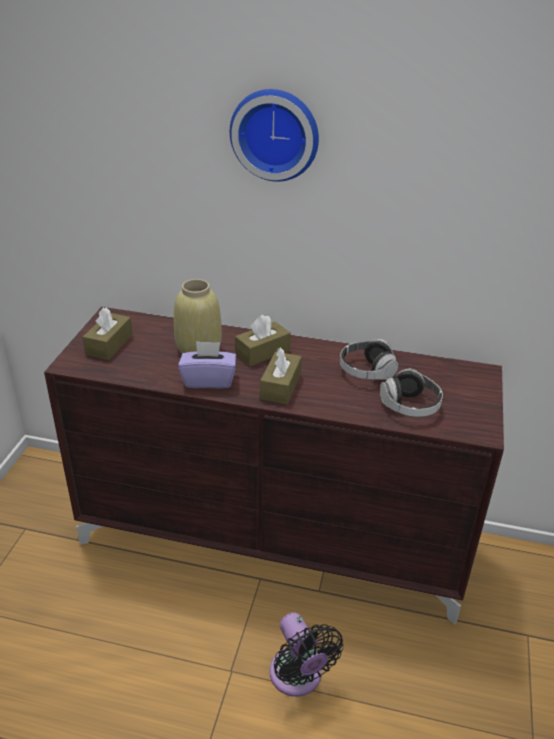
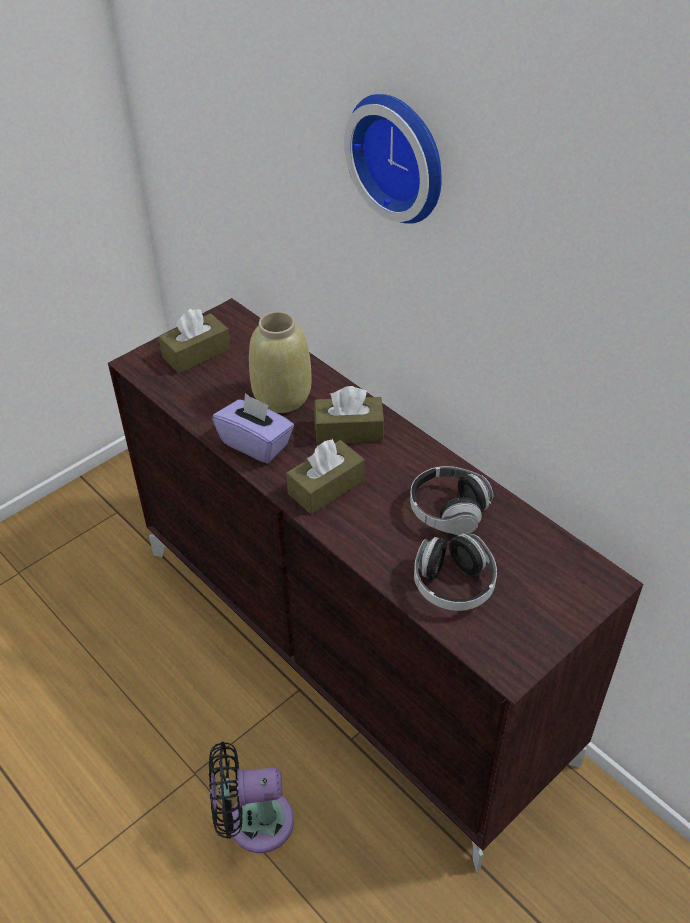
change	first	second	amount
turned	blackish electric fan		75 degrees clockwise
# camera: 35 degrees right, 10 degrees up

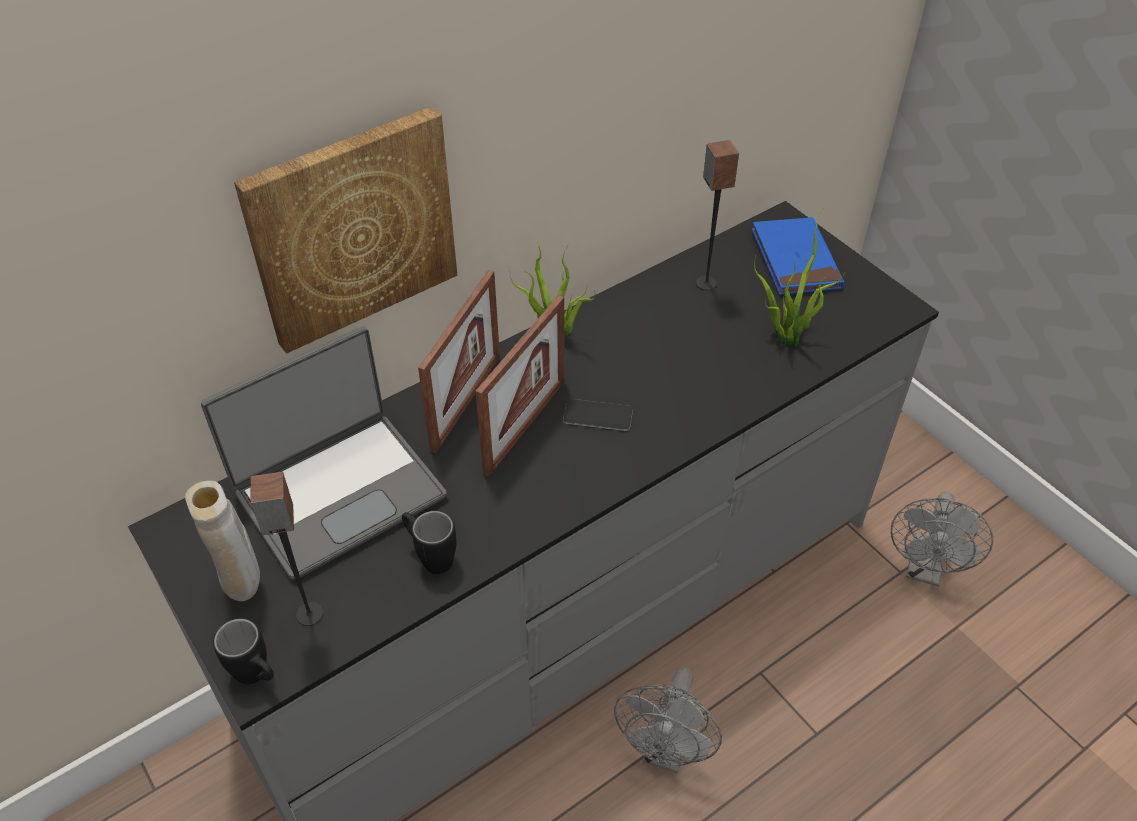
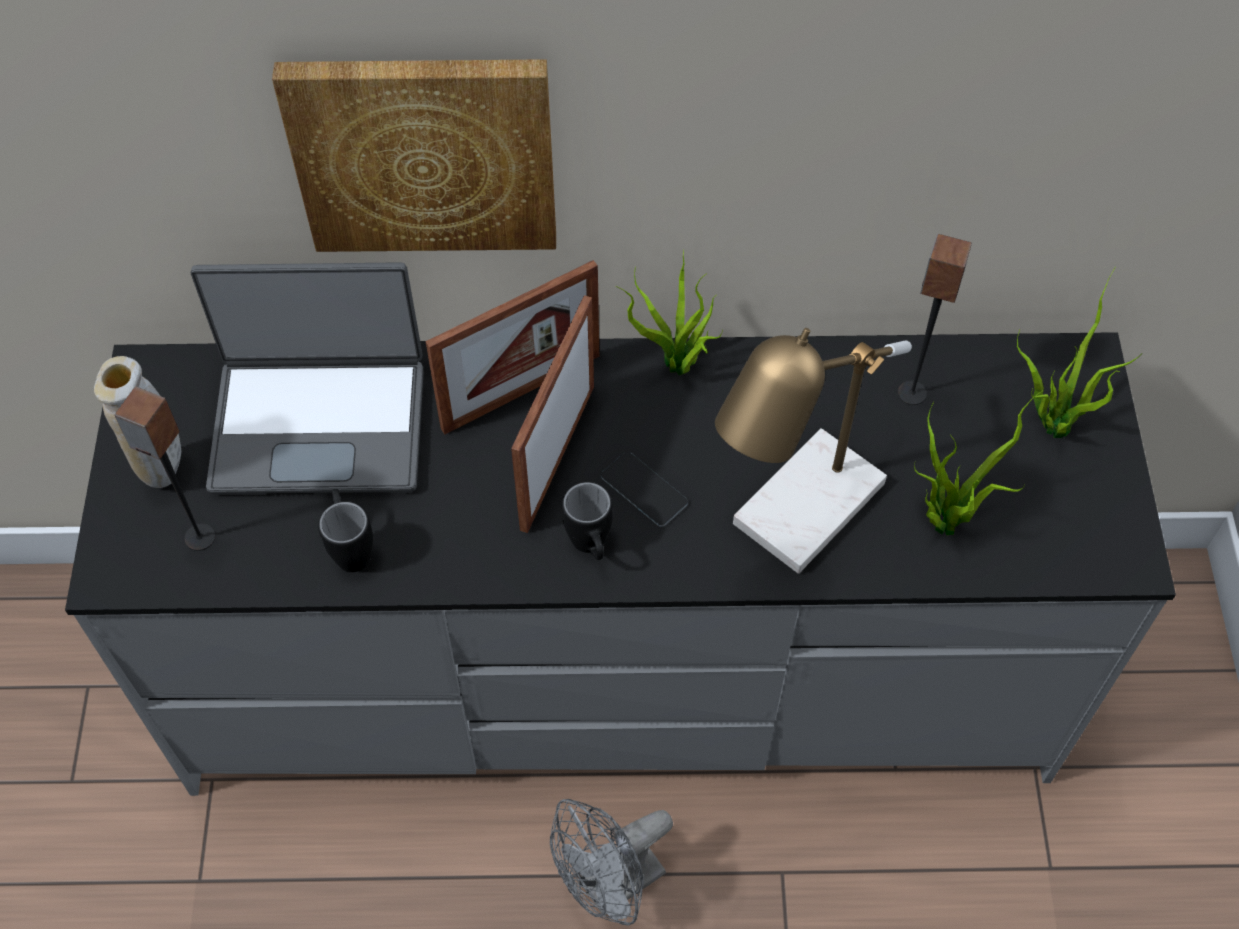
change	first	second	amount
moved	blackish tea mug (1st from left in the first image)	blackish tea mug (2nd from left)	
turned	standing frame (2nd from left)		135 degrees clockwise
replaced	bluish book	houseplant (3rd from left)	
removed	gray electric fan (2nd from left)		
added		lamp for a table	
# camera: 35 degrees right, 10 degrees up

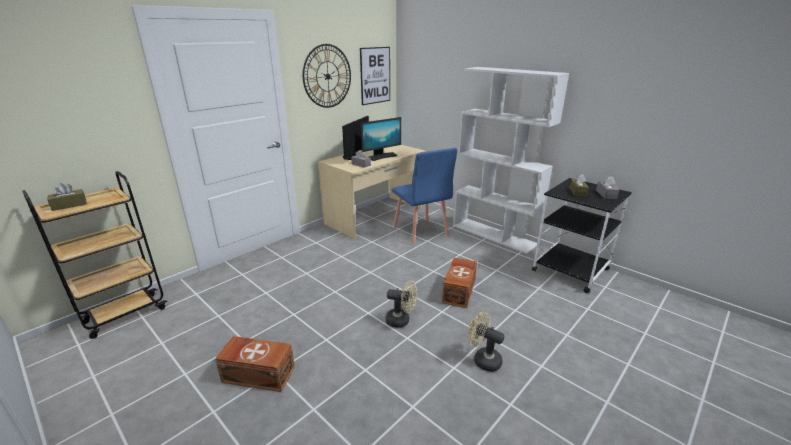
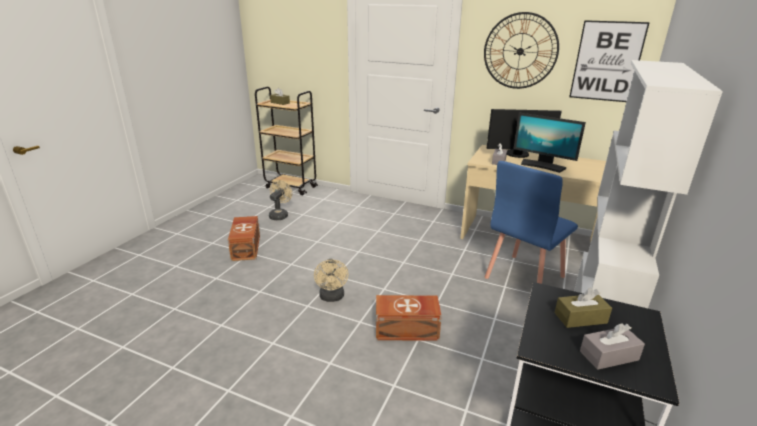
change	first	second	amount
moved	beige electric fan (2nd from left in the first image)	beige electric fan (1st from left)	
# camera: 70 degrees right, 0 degrees up

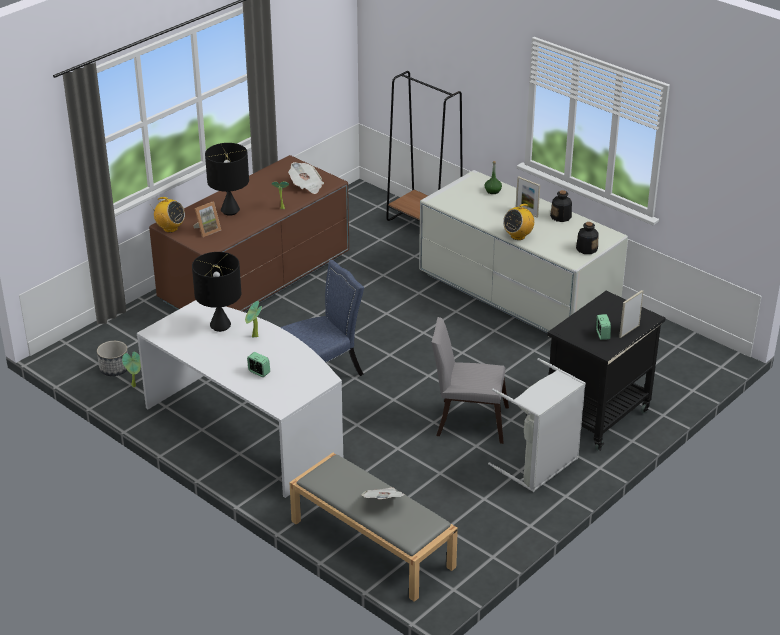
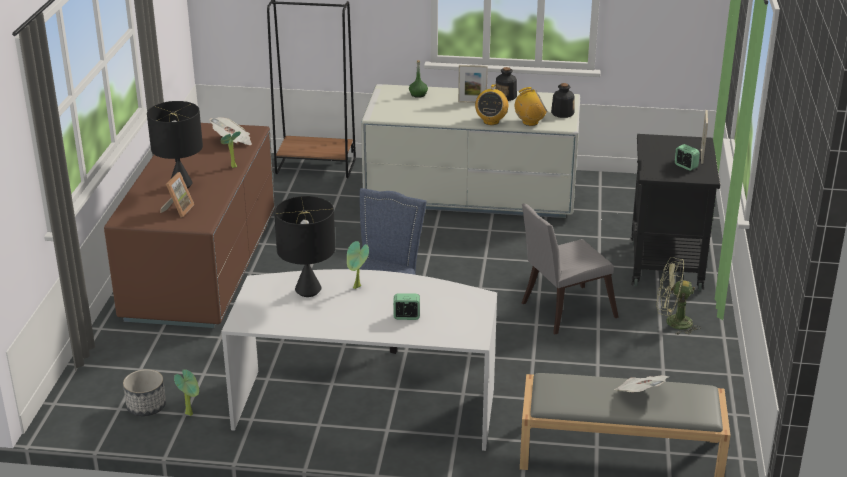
change	first	second	amount
moved	radio receiver (1st from left in the first image)	radio receiver (2nd from left)	
replaced	gray washing basket	green electric fan	
# camera: 35 degrees left, 5 degrees down

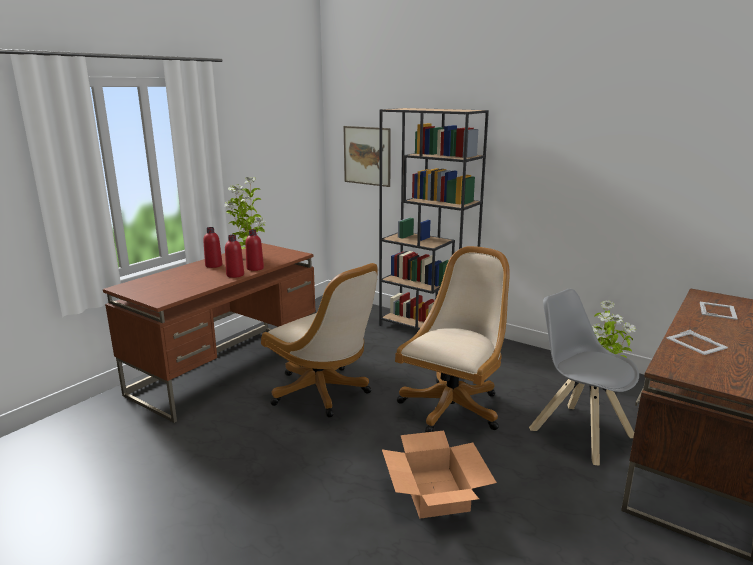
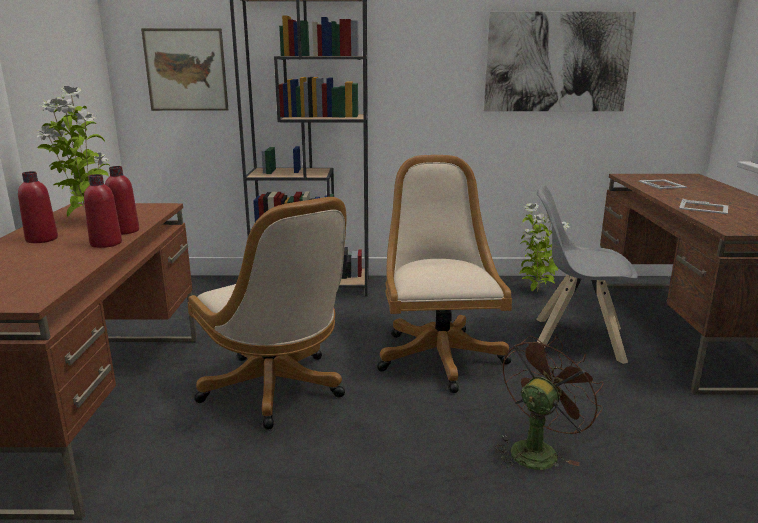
change	first	second	amount
turned	office chair (1st from left)		45 degrees clockwise
replaced	carton	brown electric fan	
added		picture (2nd from left)	
# camera: 35 degrees left, 0 degrees up

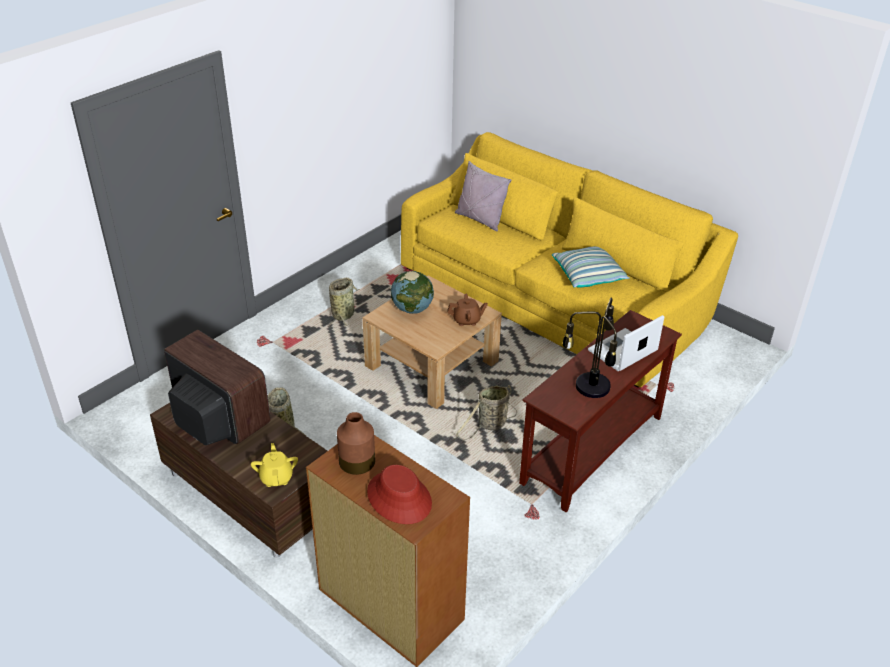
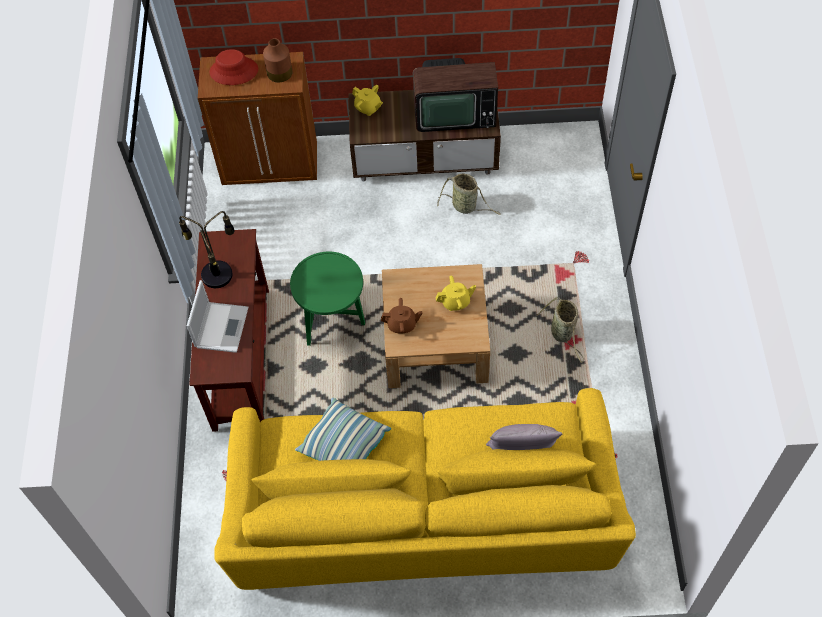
change	first	second	amount
replaced	desk globe	yellow-coloured teapot (2nd from left)	
turned	brown teapot		135 degrees counterclockwise
replaced	household basket (3rd from left)	green end table	
# camera: 140 degrees right, 20 degrees up

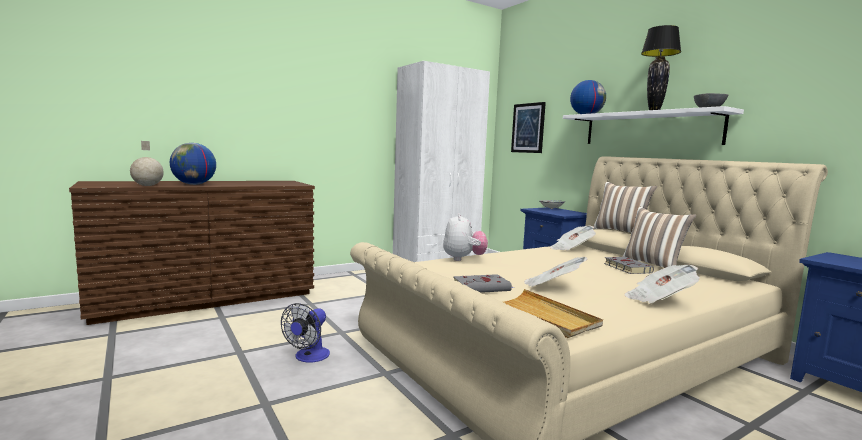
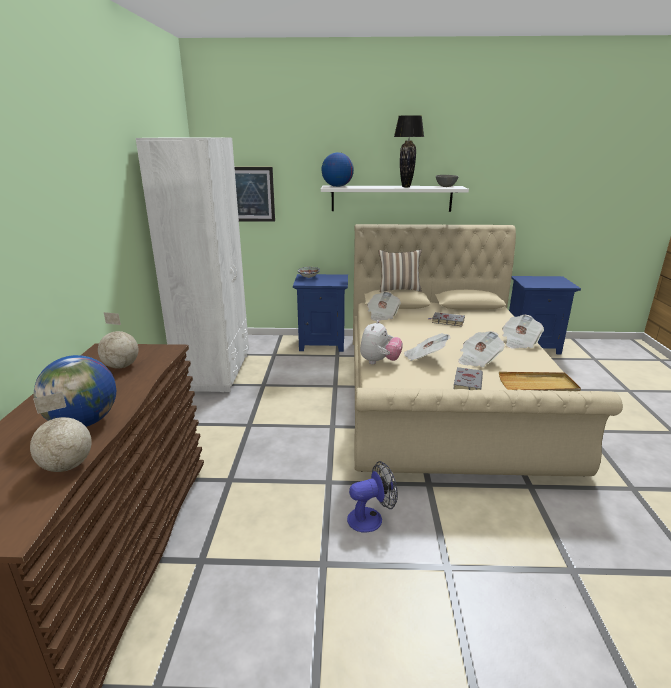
change	first	second	amount
turned	electric fan		75 degrees counterclockwise
turned	plush toy		75 degrees clockwise
removed	cushion (2nd from left)		
added		desk globe (3rd from left)	
added		daily paper (2nd from left)	
# camera: 55 degrees left, 15 degrees up

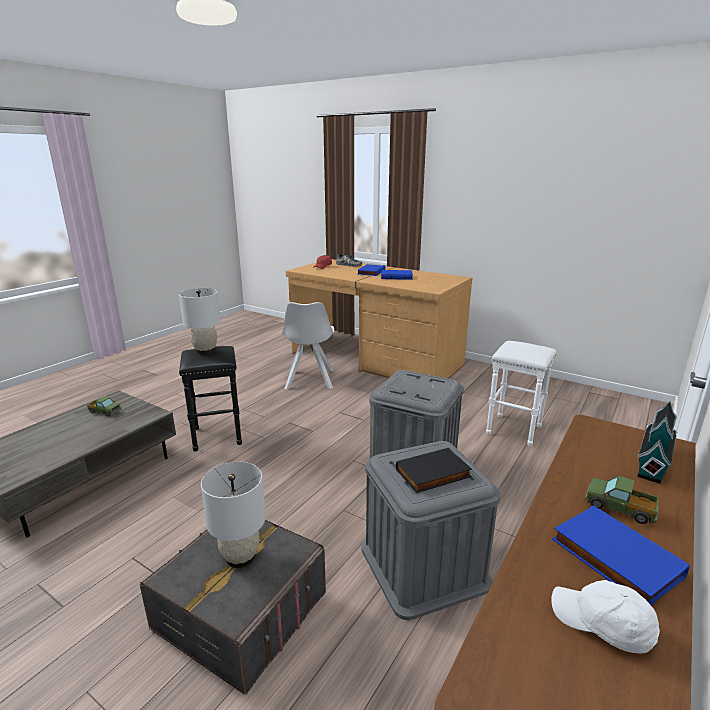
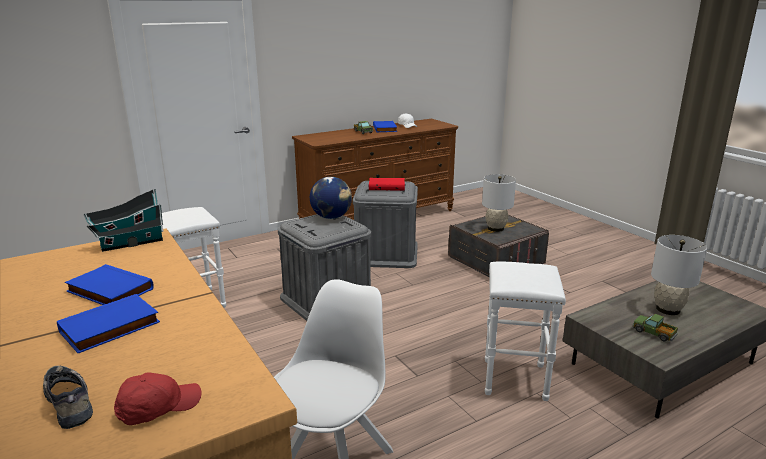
change	first	second	amount
moved	white-coloured lamp for a table (1st from left in the first image)	white-coloured lamp for a table (2nd from left)	
recoloured	blackish sitting stool	white-coloured sitting stool (2nd from left)	
recoloured	blackish book	reddish book	
moved	toy house		
added		desk globe	
# camera: 155 degrees left, 0 degrees up

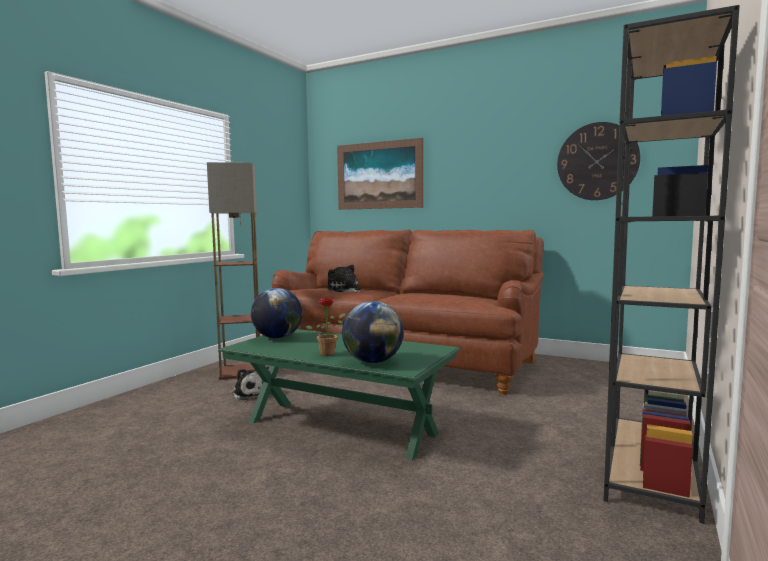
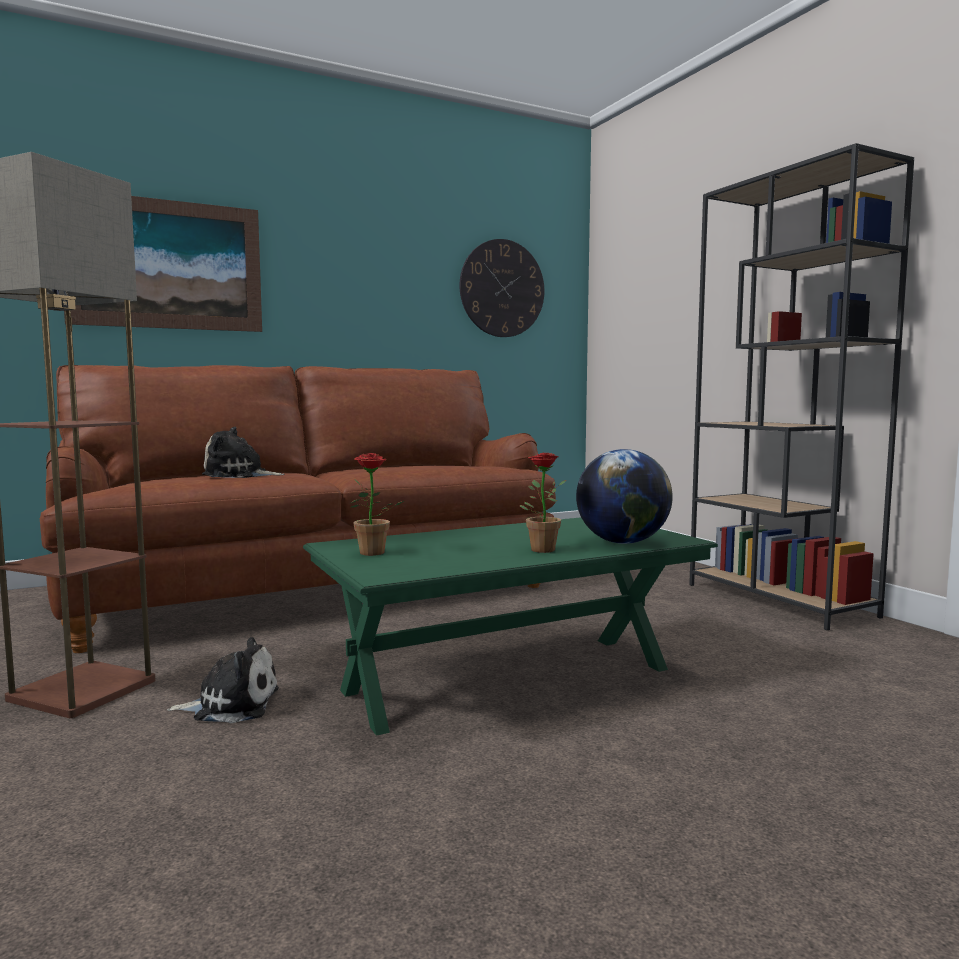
change	first	second	amount
replaced	desk globe (1st from left)	houseplant (1st from left)	
# camera: 55 degrees left, 0 degrees up

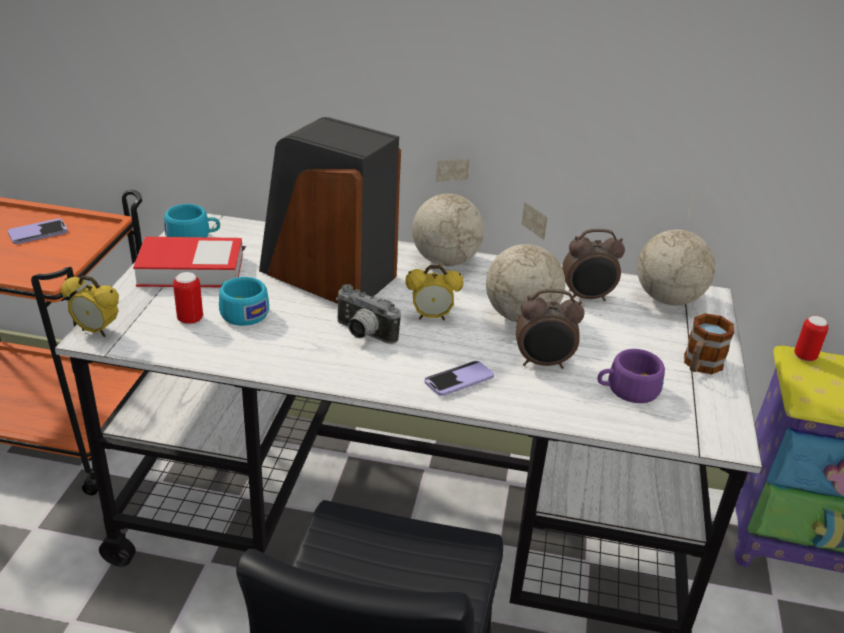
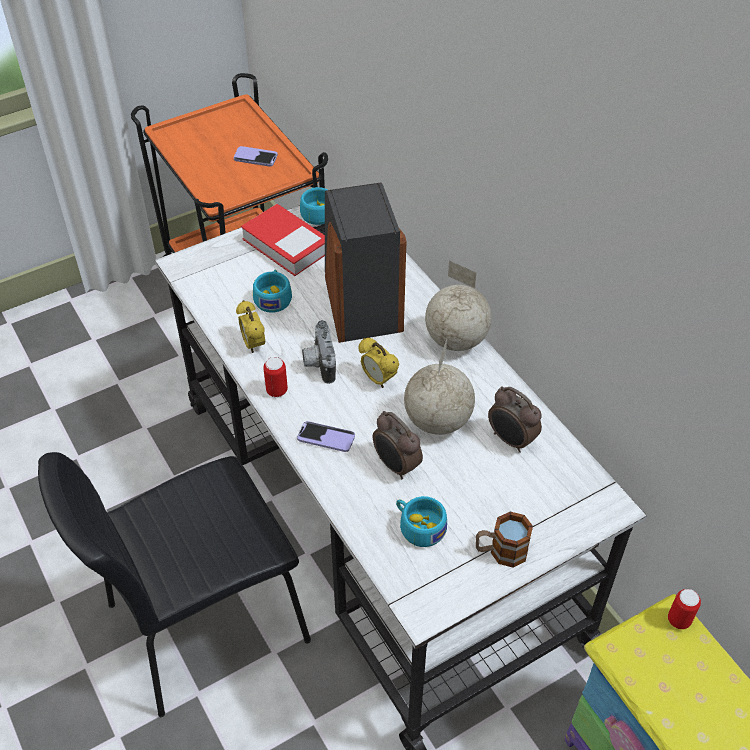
change	first	second	amount
moved	bedside clock (1st from left)		
moved	metal can (1st from left)		
recoloured	purplish cup	blue-green cup (3rd from left)	
removed	desk globe (3rd from left)		
# camera: 50 degrees right, 15 degrees up

